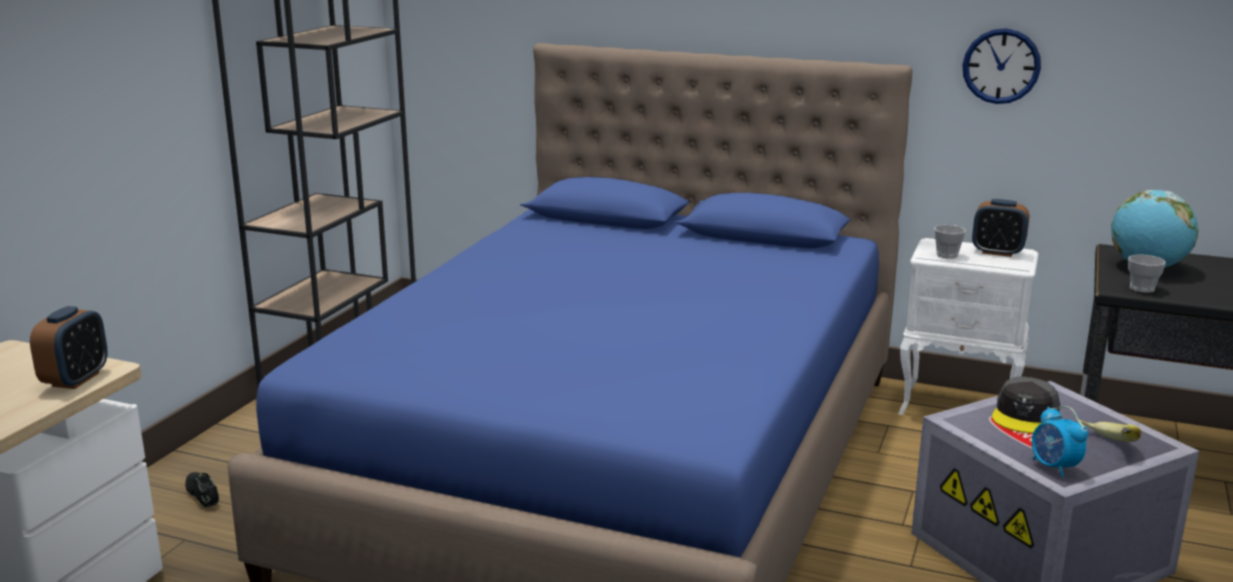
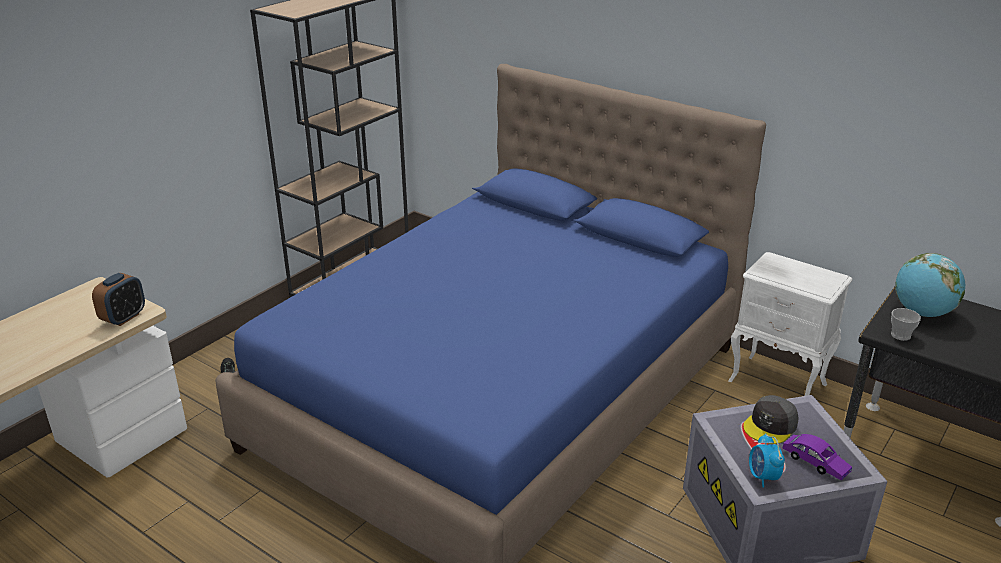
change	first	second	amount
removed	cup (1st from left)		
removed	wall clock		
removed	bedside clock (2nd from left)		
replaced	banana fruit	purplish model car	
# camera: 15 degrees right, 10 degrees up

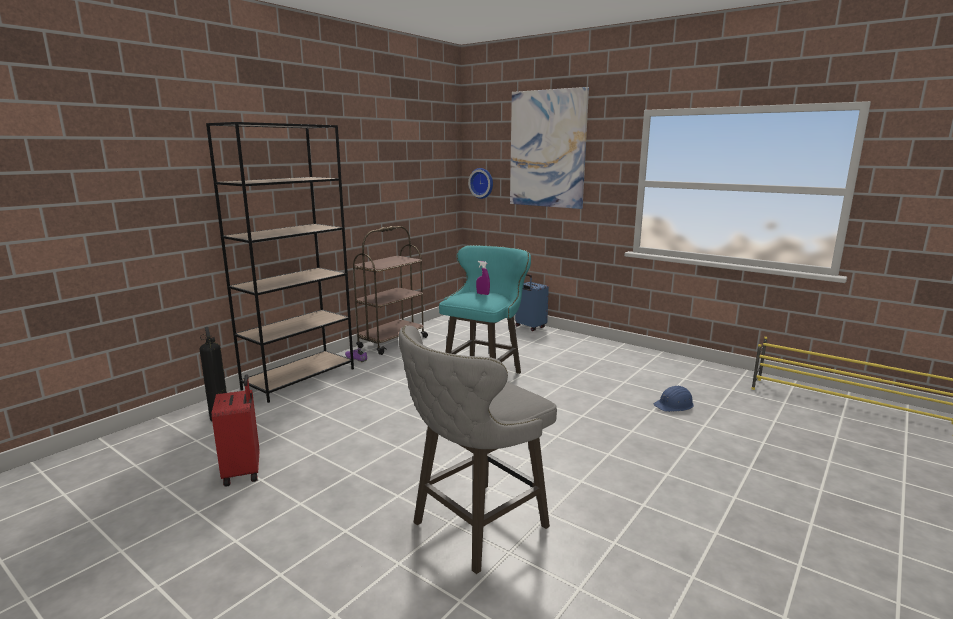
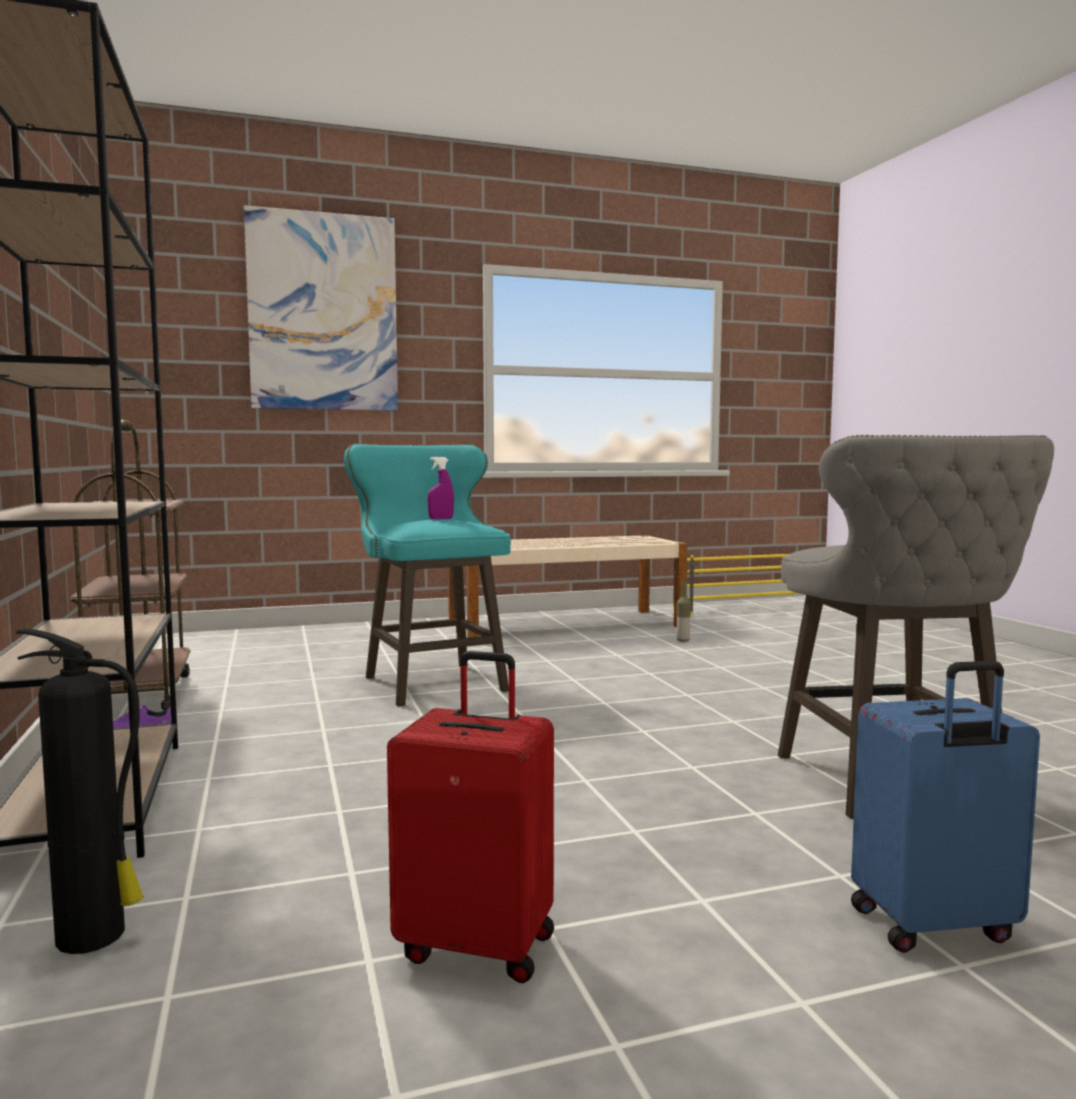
change	first	second	amount
removed	wall clock		
moved	bluish suitcase		
replaced	bluish work helmet	beverage bottle	
added		beige bench	
# camera: 55 degrees left, 10 degrees down

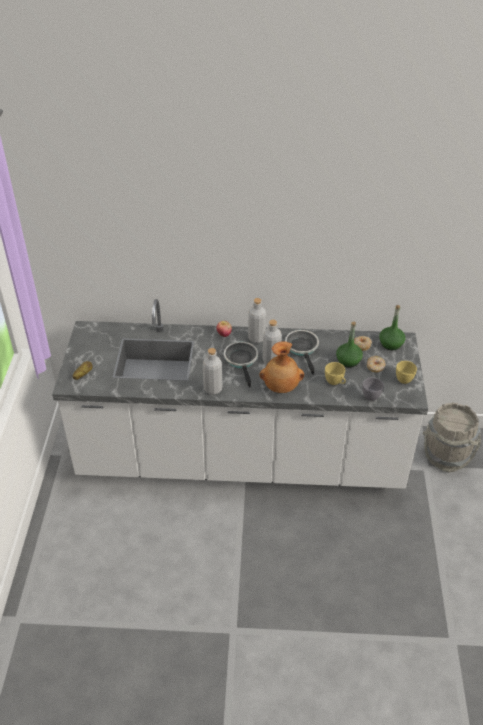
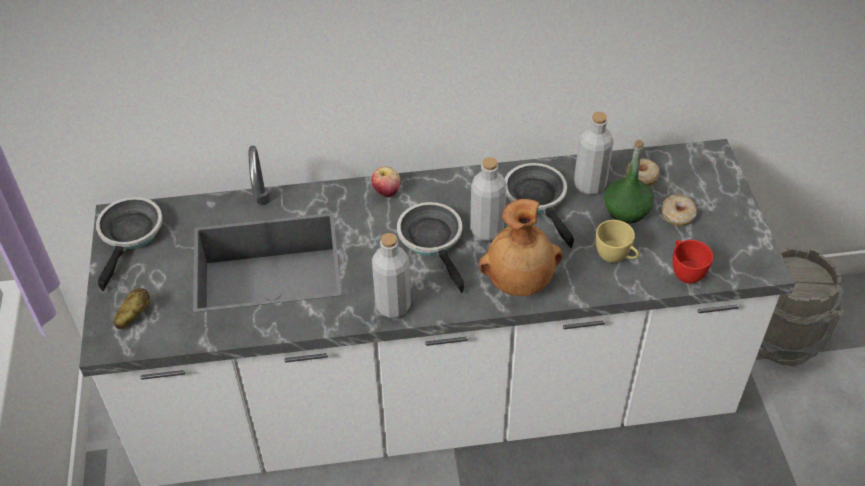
change	first	second	amount
moved	gray beverage bottle (2nd from left in the first image)	gray beverage bottle (3rd from left)	
recoloured	gray cup	reddish cup	
removed	green beverage bottle (2nd from left)		
removed	yellow-coloured cup (2nd from left)		
added		frying pan (1st from left)	
# camera: 10 degrees left, 5 degrees up

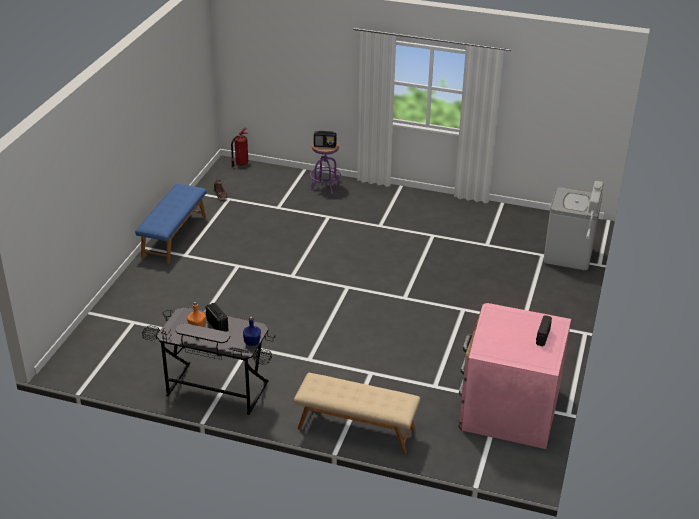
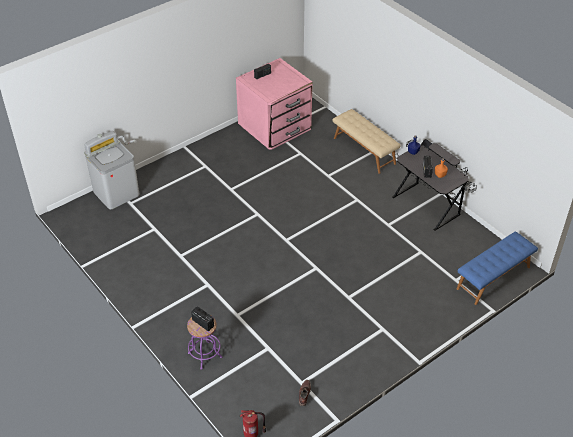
change	first	second	amount
moved	bluish bench		
# camera: 145 degrees left, 10 degrees up

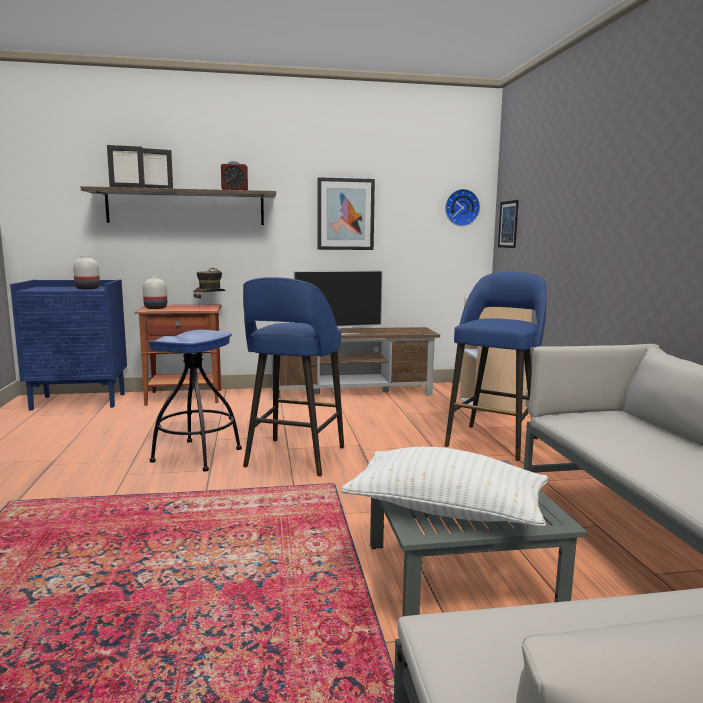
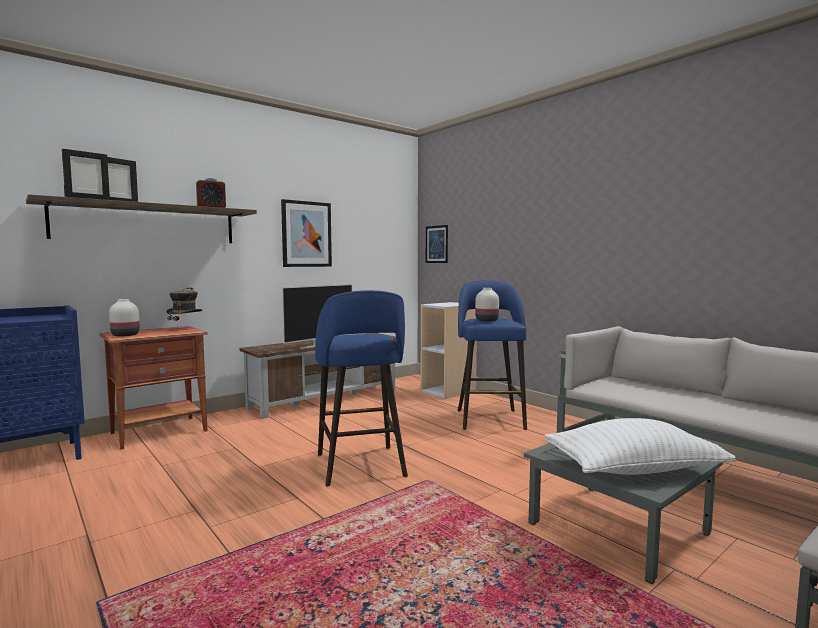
change	first	second	amount
moved	white-coloured flower vase (1st from left in the first image)	white-coloured flower vase (2nd from left)	
removed	bluish sitting stool (1st from left)		
removed	wall clock		
# camera: 30 degrees left, 5 degrees down

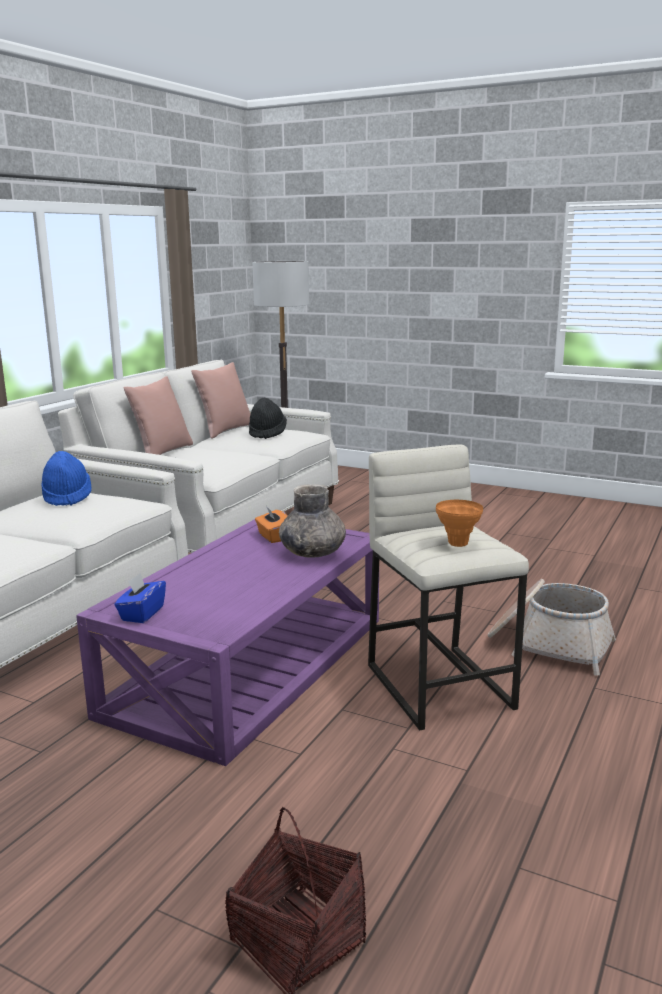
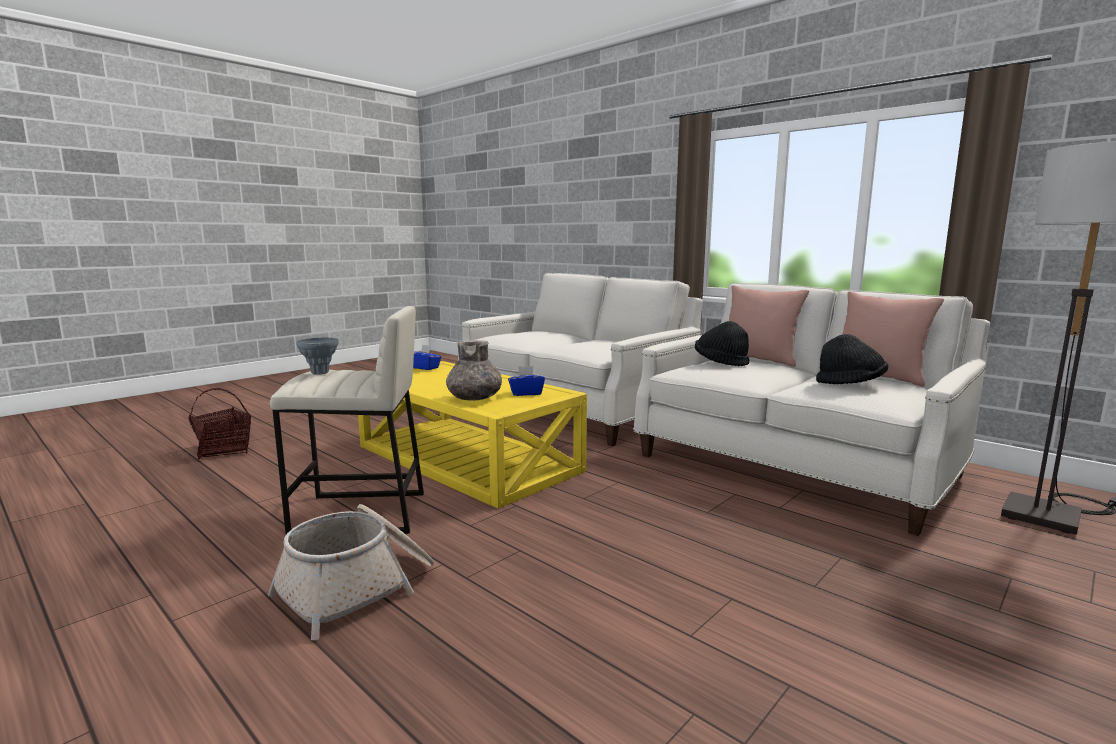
change	first	second	amount
removed	bluish wearable hat		
recoloured	purplish coffee table	yellow-coloured coffee table	
recoloured	orange-coloured tissue box	bluish tissue box (2nd from left)	
recoloured	orange-coloured flower vase	gray flower vase (1st from left)	
added		blackish wearable hat (1st from left)	
# camera: 105 degrees right, 5 degrees down

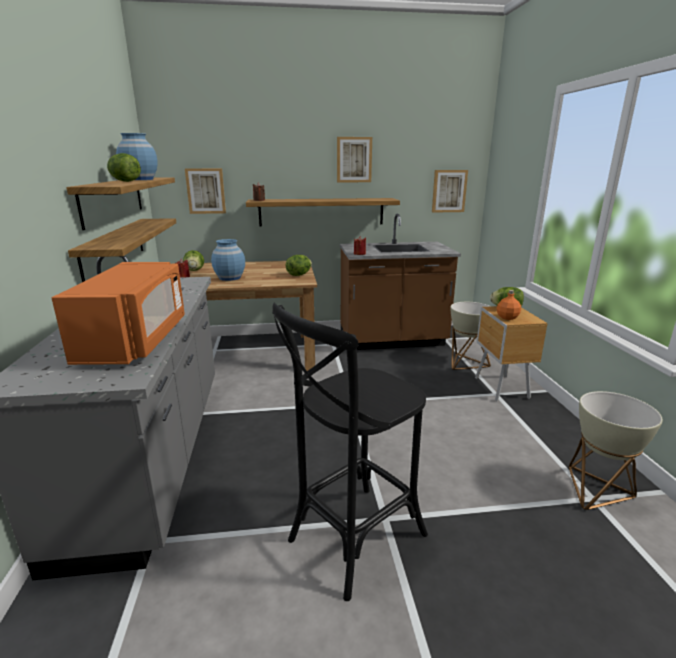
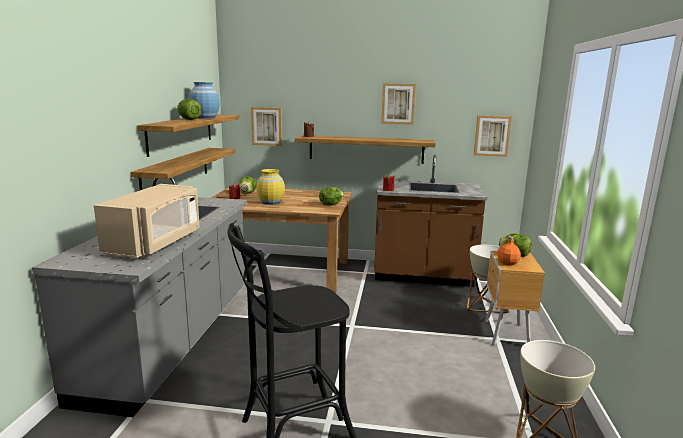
change	first	second	amount
recoloured	orange-coloured microwave	beige microwave	
recoloured	bluish flower vase (2nd from left)	yellow-coloured flower vase	
# camera: 15 degrees right, 5 degrees down

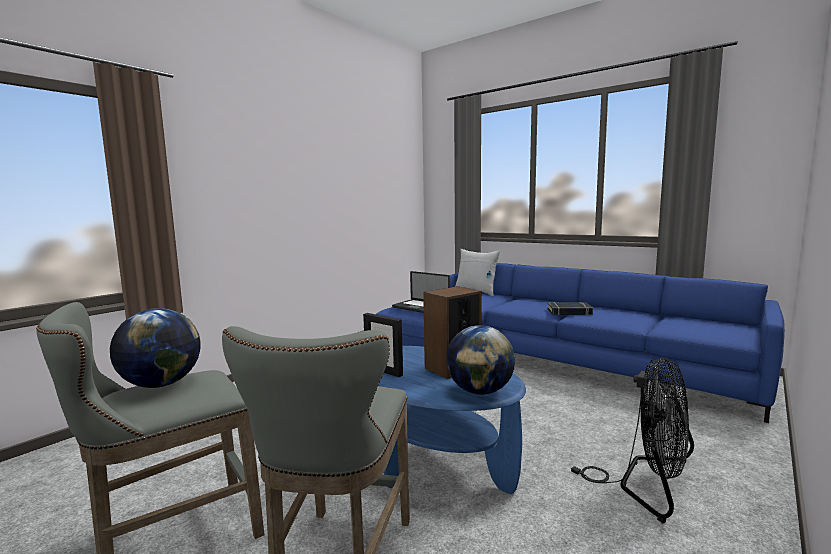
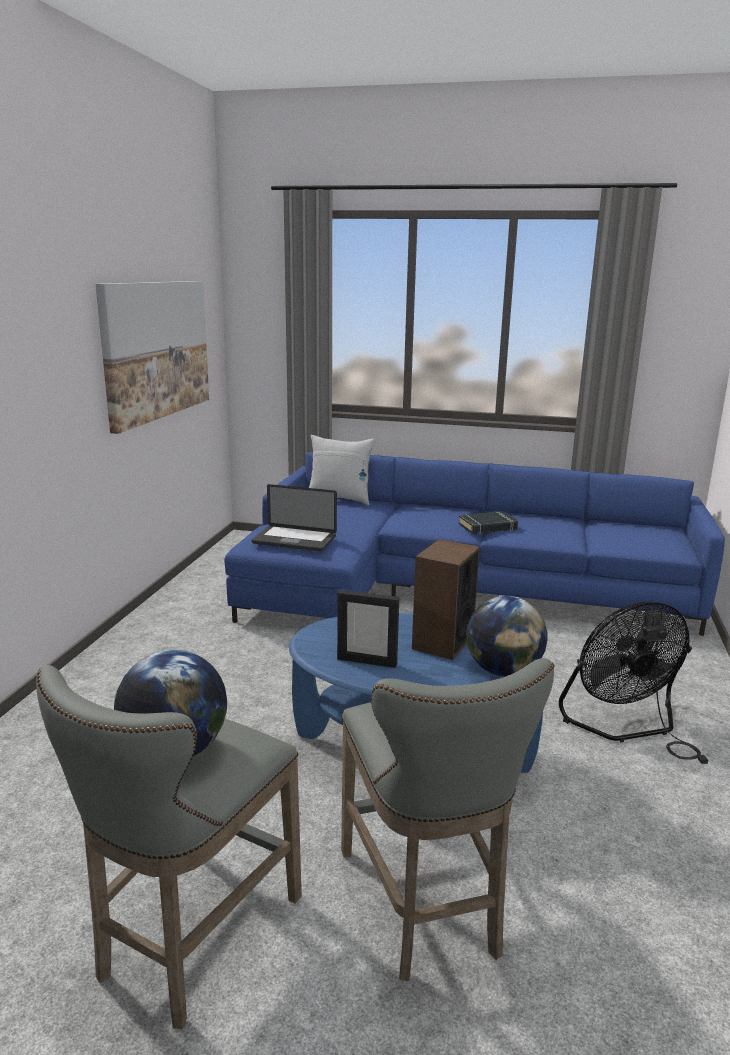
change	first	second	amount
turned	blackish electric fan		120 degrees counterclockwise
added		picture	
# camera: 25 degrees left, 10 degrees up

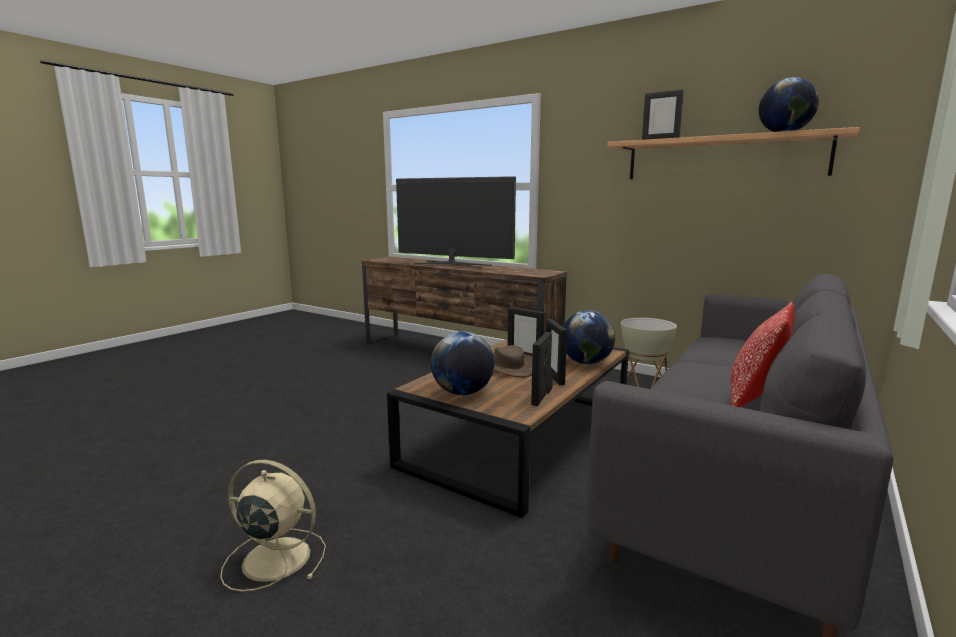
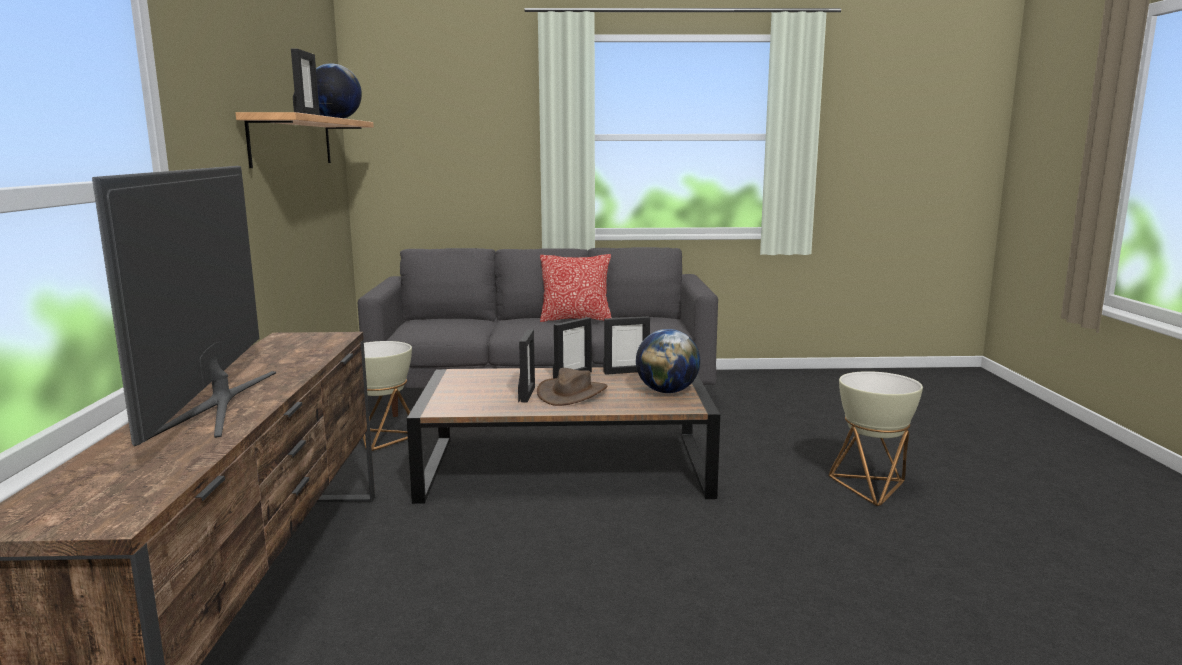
change	first	second	amount
replaced	beige electric fan	planter (2nd from left)	
removed	desk globe (2nd from left)		
# camera: 125 degrees left, 0 degrees up

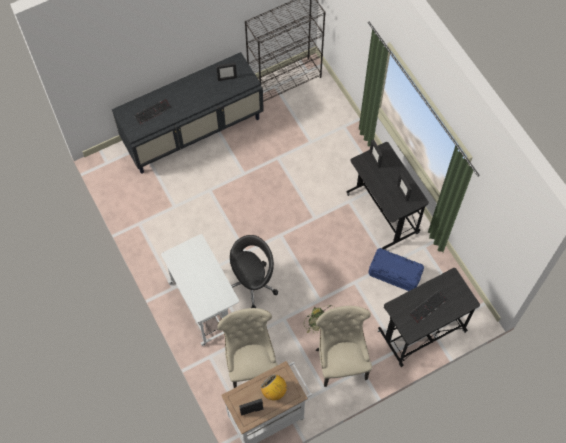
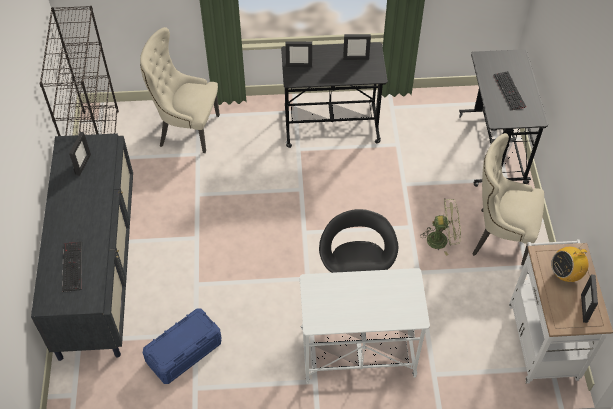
change	first	second	amount
moved	beige chair (1st from left)		
moved	bluish storage bin		
# camera: 65 degrees left, 10 degrees down

